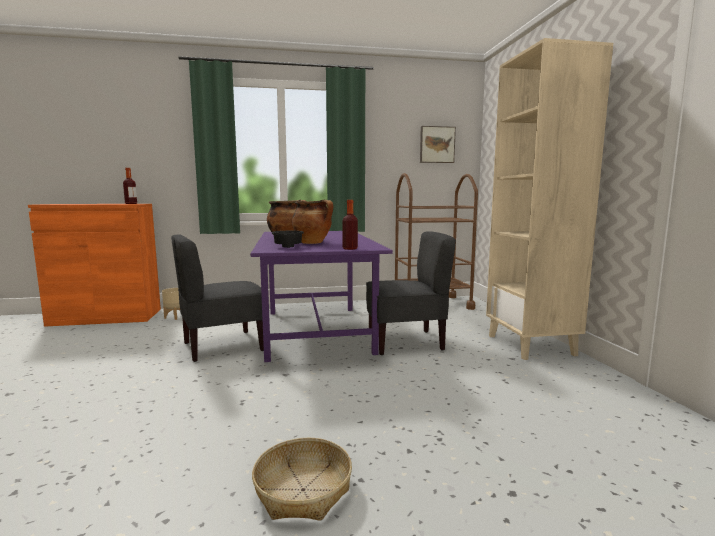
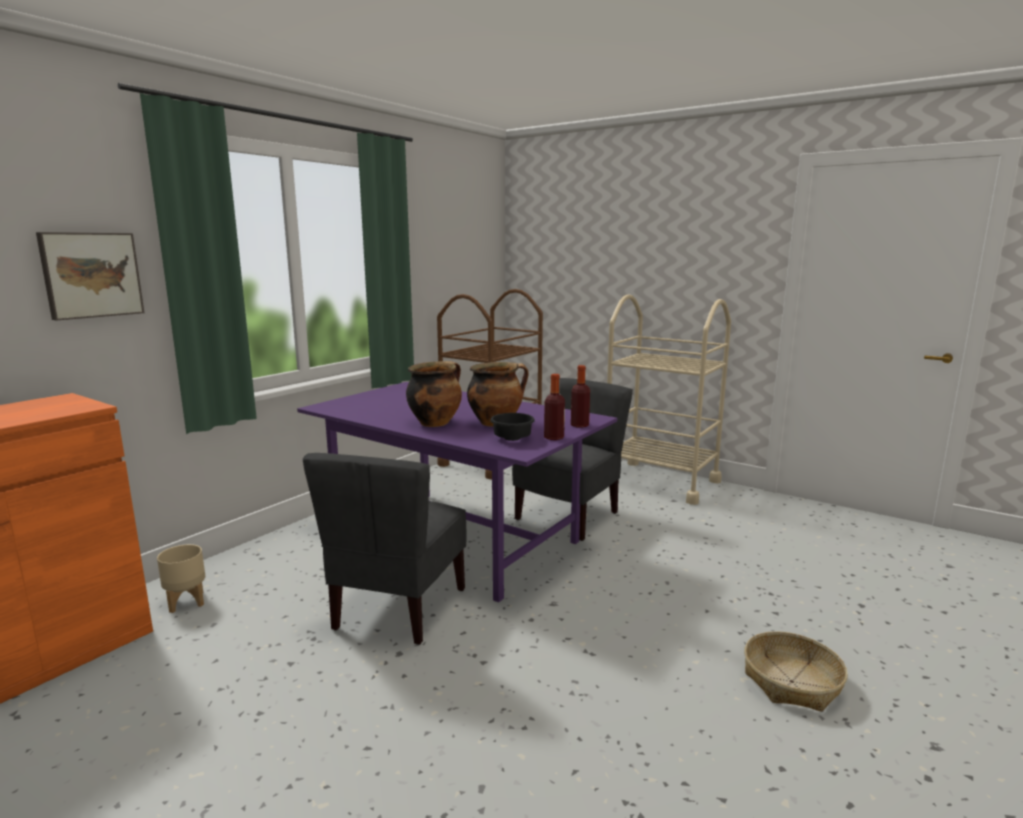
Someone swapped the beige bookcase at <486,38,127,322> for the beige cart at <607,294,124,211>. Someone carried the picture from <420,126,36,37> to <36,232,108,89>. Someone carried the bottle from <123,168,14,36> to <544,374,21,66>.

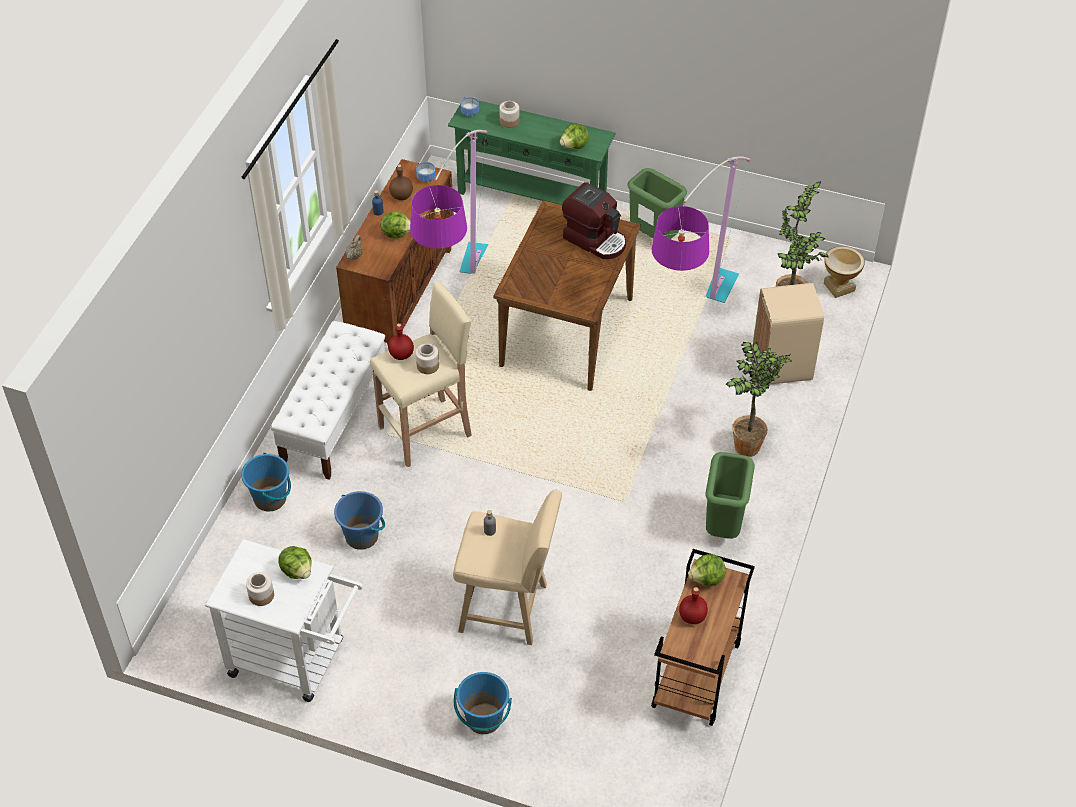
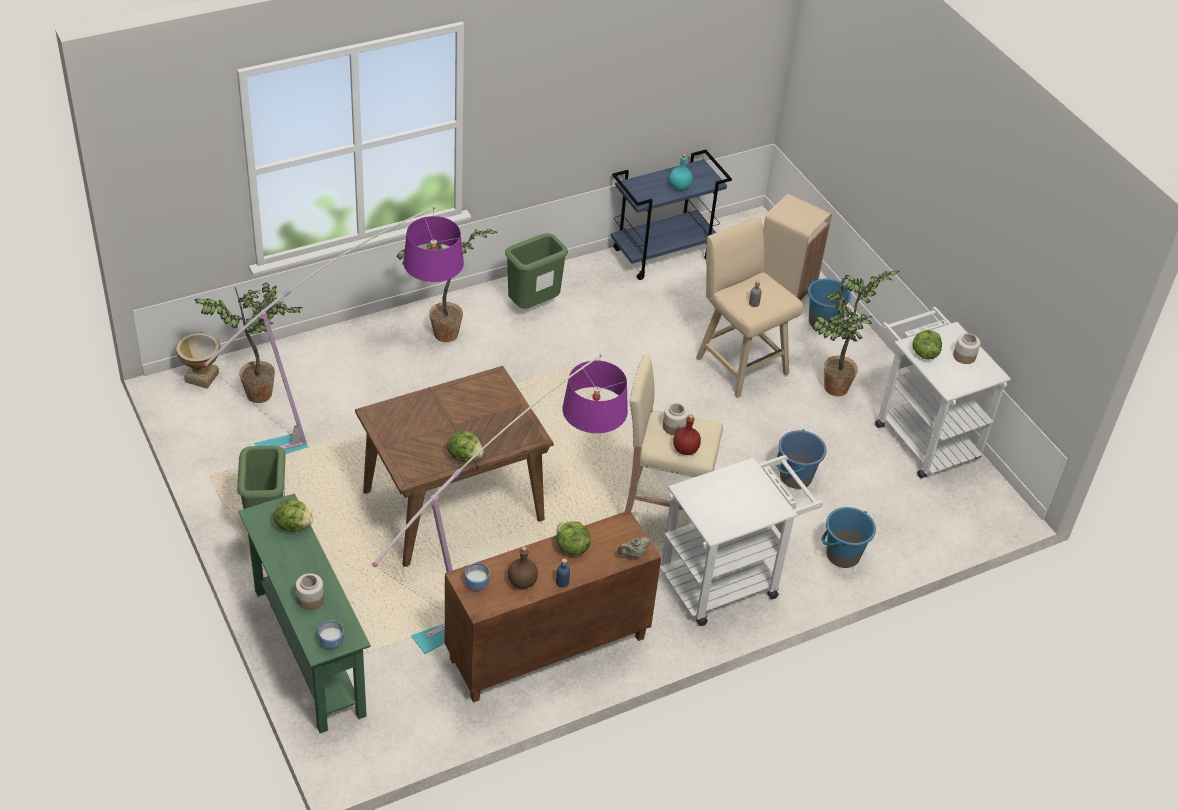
Someone took away the coffee machine at <562,182,64,77>. Someone carried the beige trash can from <752,283,72,102> to <763,194,69,107>. Someone swapped the white bench at <270,321,115,159> for the white cart at <660,455,163,171>. Someone repainted the brown cart at <651,549,104,177>, which became the blue cart at <610,150,122,130>. Someone carried the lettuce from <688,554,38,32> to <447,431,37,31>. Someone repainted the red bottle at <679,587,29,37>, which became the turquoise bottle at <669,154,24,37>. Someone put down the potted plant at <813,271,87,125>.

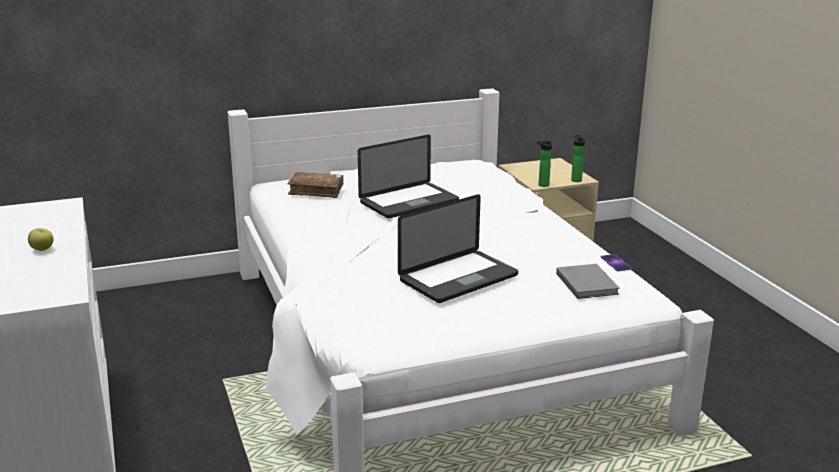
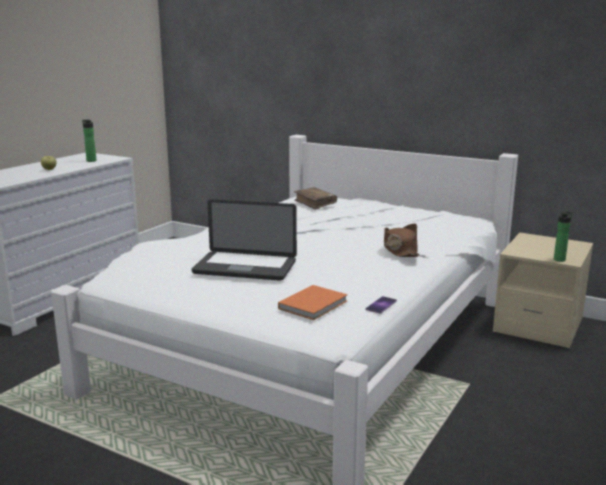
Someone took away the laptop at <358,135,101,83>. Someone carried the bottle from <537,140,16,47> to <82,120,14,42>. Someone repainted the grey book at <556,264,64,35>, which became the orange book at <278,285,70,35>. Someone put down the brown hat at <384,223,36,34>.

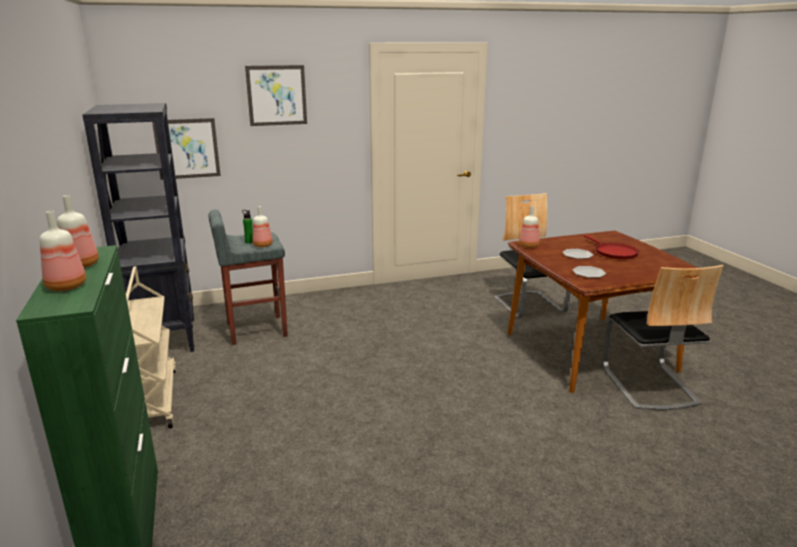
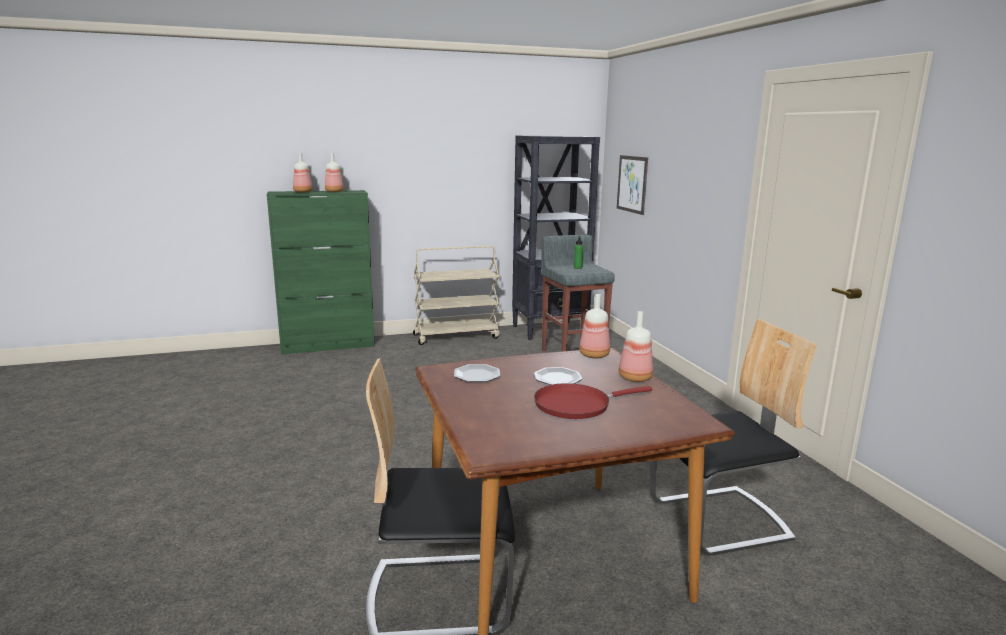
Someone took away the picture at <245,65,62,61>. Someone carried the bottle from <252,206,21,41> to <619,311,34,71>.

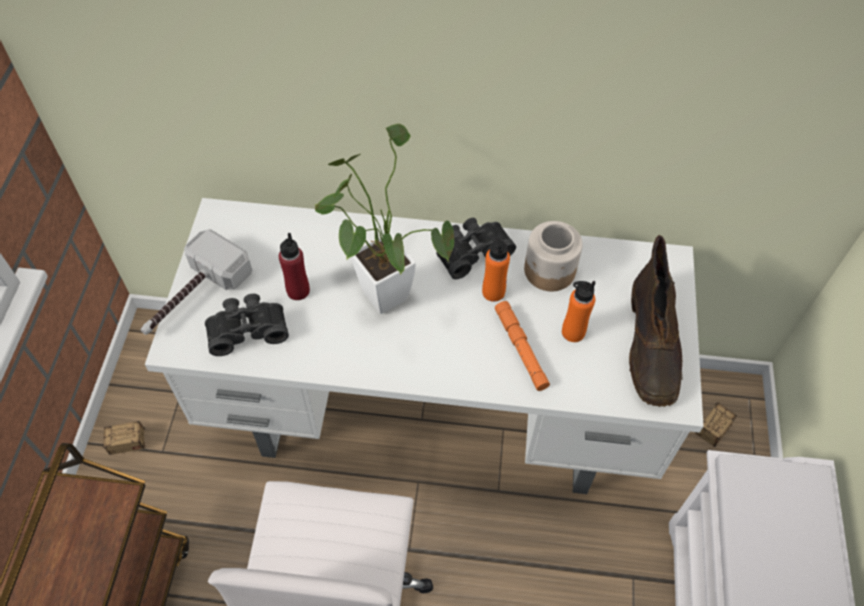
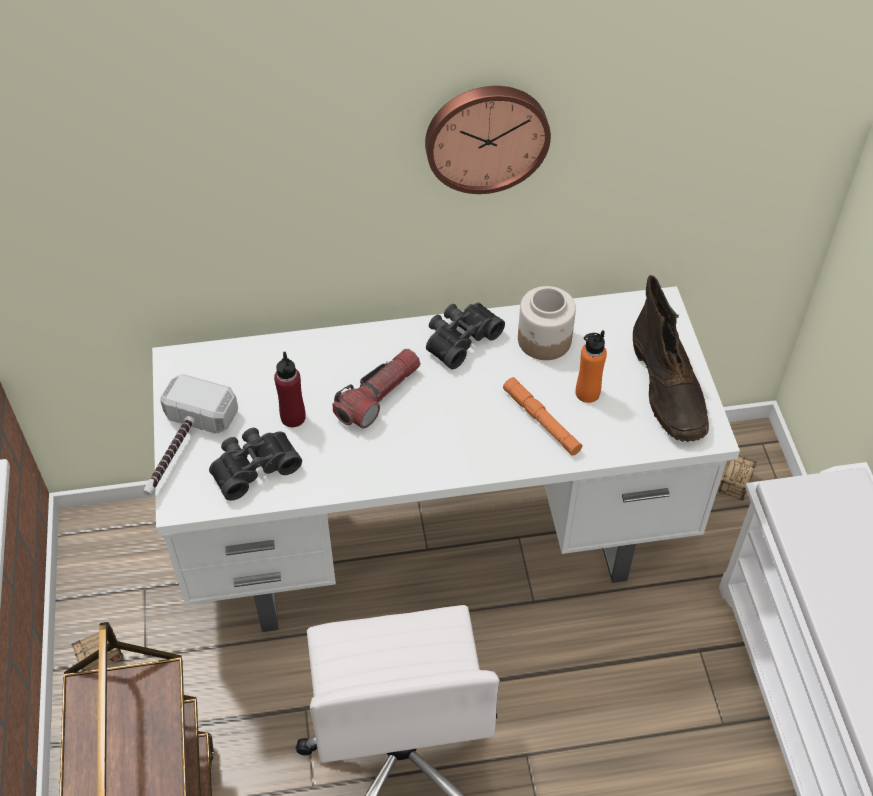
Someone swapped the potted plant at <315,124,139,190> for the flashlight at <333,349,87,79>. Someone took away the orange bottle at <482,231,28,71>. Someone put up the wall clock at <425,86,126,108>.

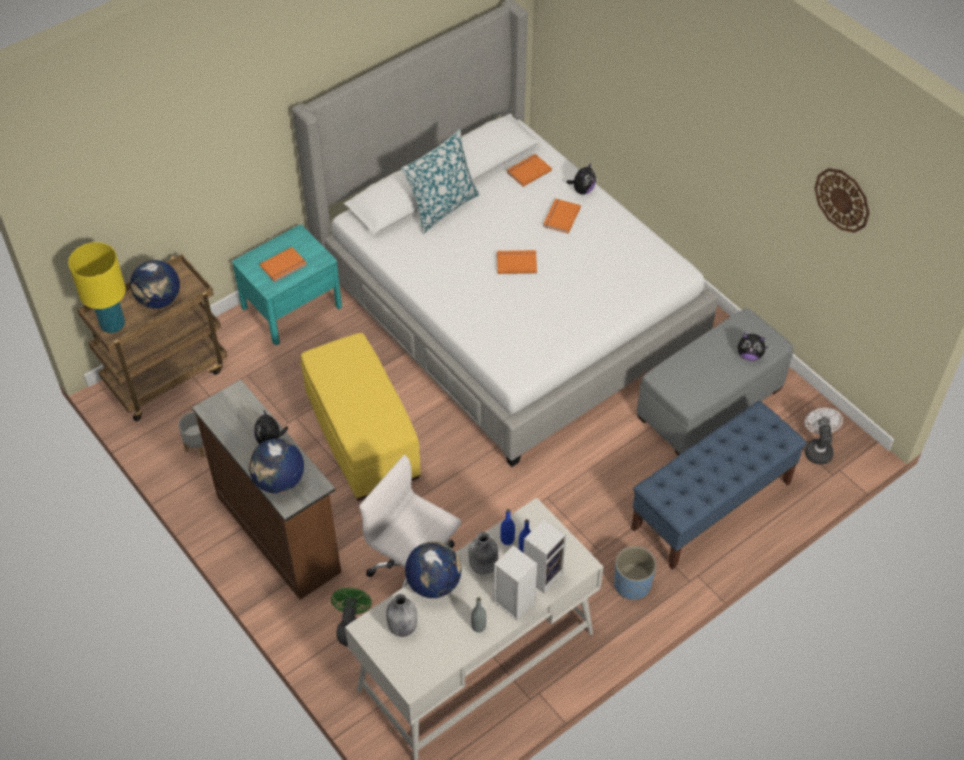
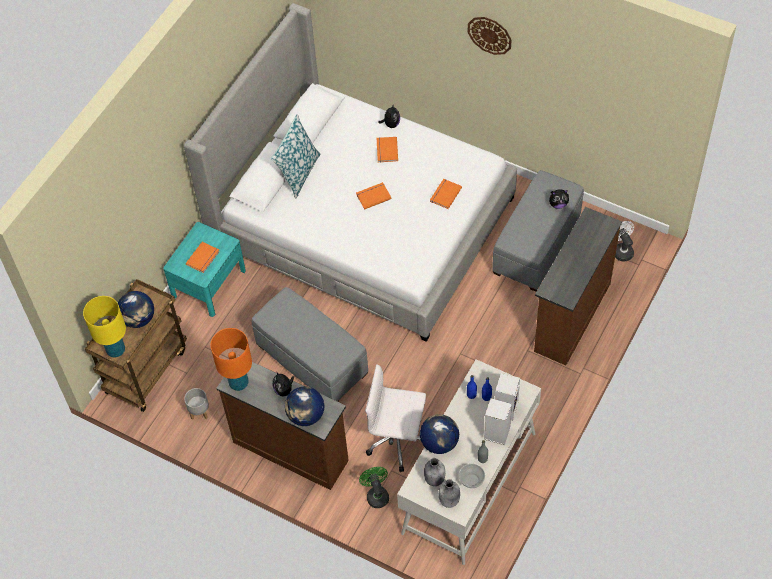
Someone carried the orange book from <507,154,45,33> to <430,179,32,30>. Someone carried the wall clock from <814,168,56,65> to <468,17,44,38>. Someone repainted the yellow ottoman at <301,333,120,168>, which became the grey ottoman at <252,287,116,115>. Someone swapped the blue bench at <631,401,176,169> for the brown dresser at <534,207,88,159>. Someone carried the grey bottle from <468,532,30,43> to <438,479,22,29>. Someone took away the blue planter at <614,546,42,54>. Someone put down the orange table lamp at <210,328,42,63>. Someone put down the bowl at <459,464,26,24>.

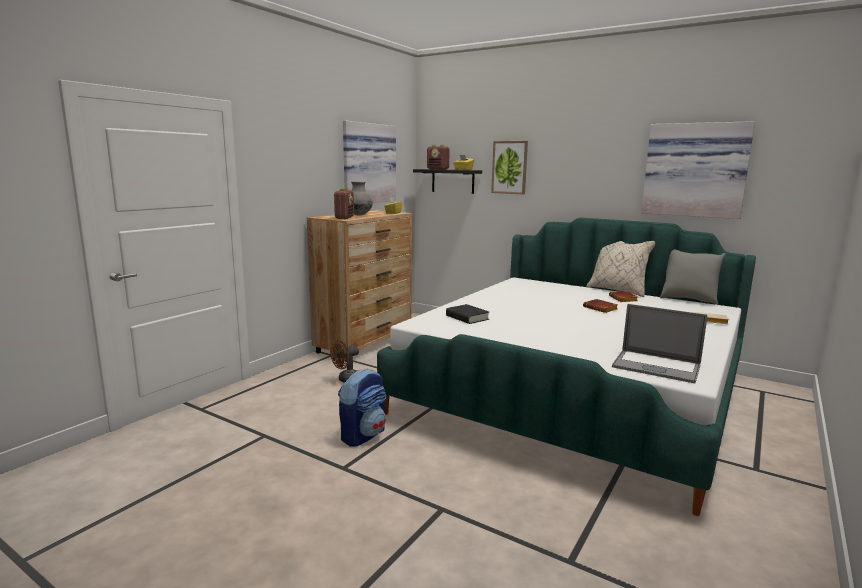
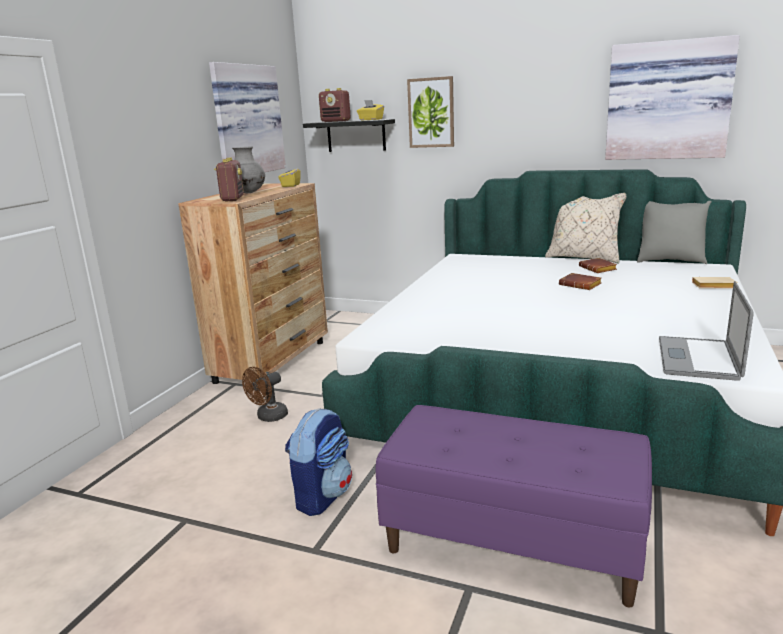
Someone took away the black book at <446,304,43,20>. Someone rotated the laptop at <612,304,95,79> by 90 degrees clockwise. Someone put down the purple bench at <376,405,276,203>.

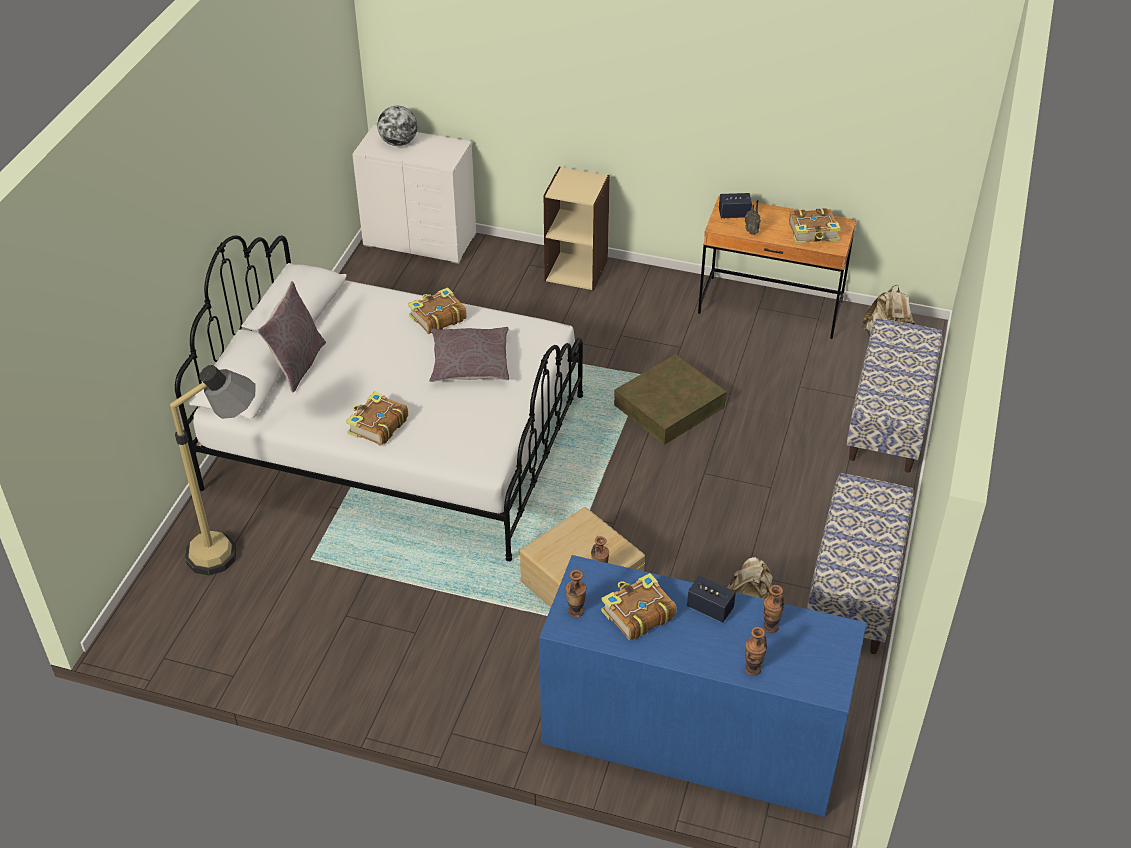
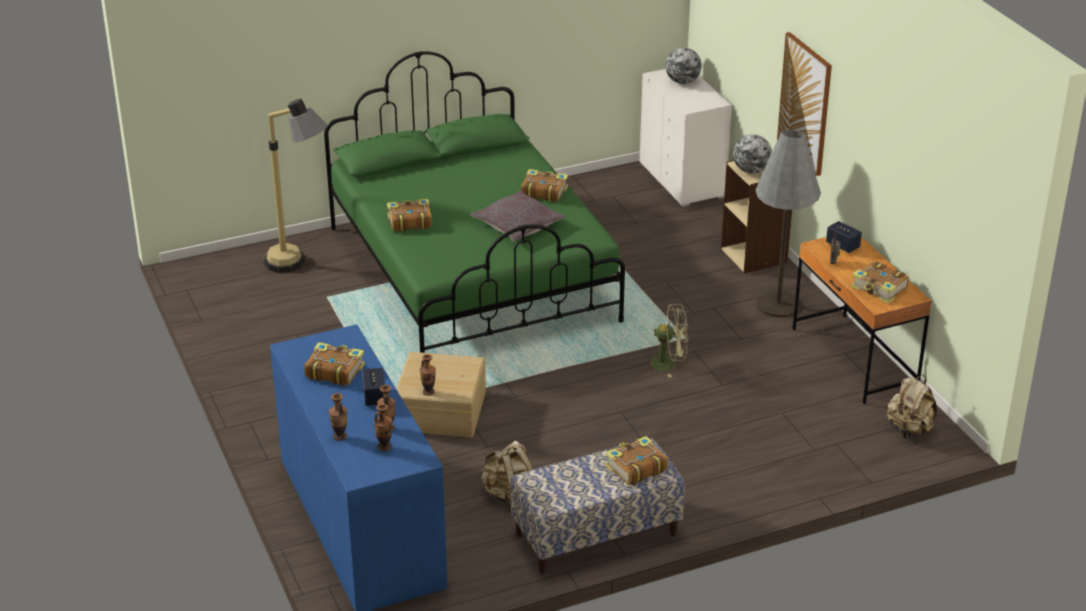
Someone repainted the white bed at <175,235,408,327>, which became the green bed at <324,51,301,302>. Someone took away the grey pillow at <257,281,69,112>. Someone took away the bench at <846,318,97,155>. Someone swapped the brown storage box at <614,354,113,91> for the green fan at <644,304,45,74>. Someone carried the vase from <566,570,20,48> to <374,404,18,47>. Someone put up the picture at <777,32,55,144>. Someone put down the grey floor lamp at <756,130,65,188>. Someone put down the globe at <733,134,39,40>. Someone put down the book at <605,436,63,49>.

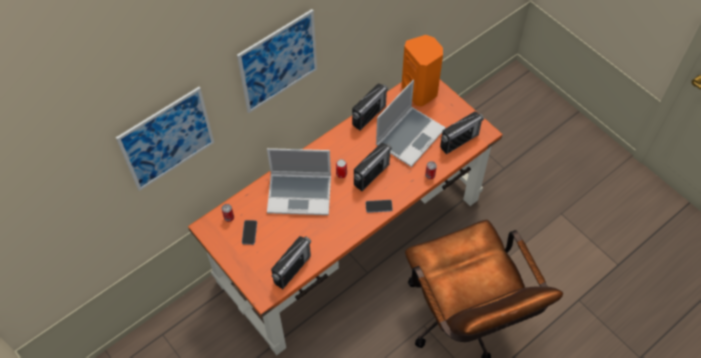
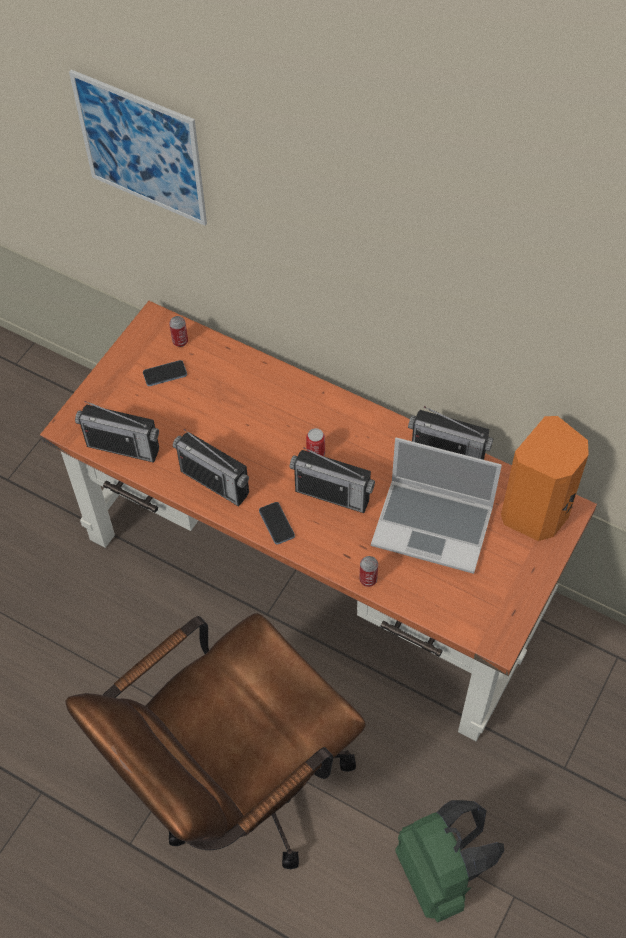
Someone took away the picture at <237,9,80,104>. Someone carried the radio from <440,111,44,43> to <173,429,76,78>. Someone took away the laptop at <267,148,64,67>. Someone put down the green backpack at <395,800,109,123>.

